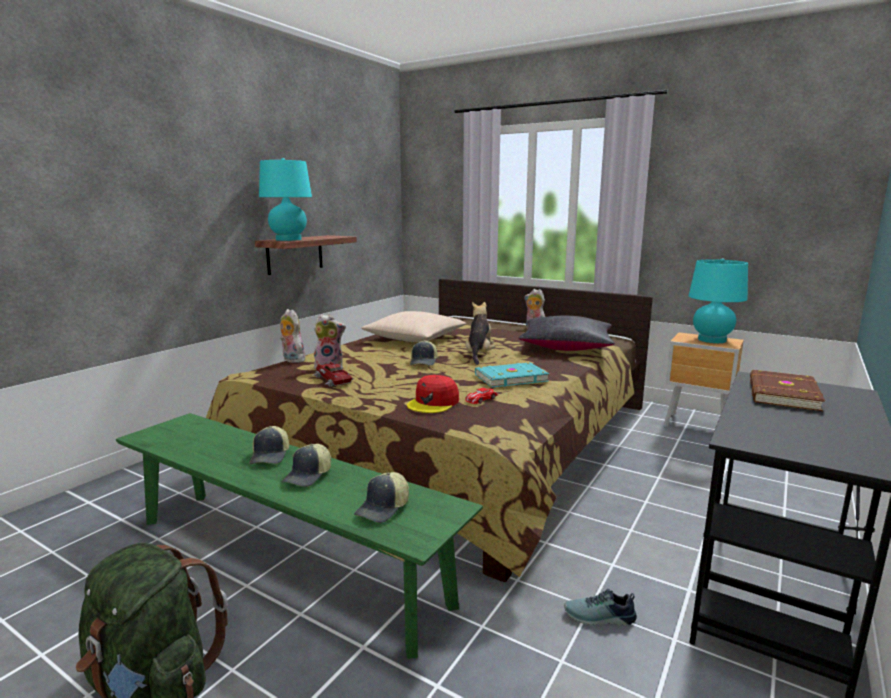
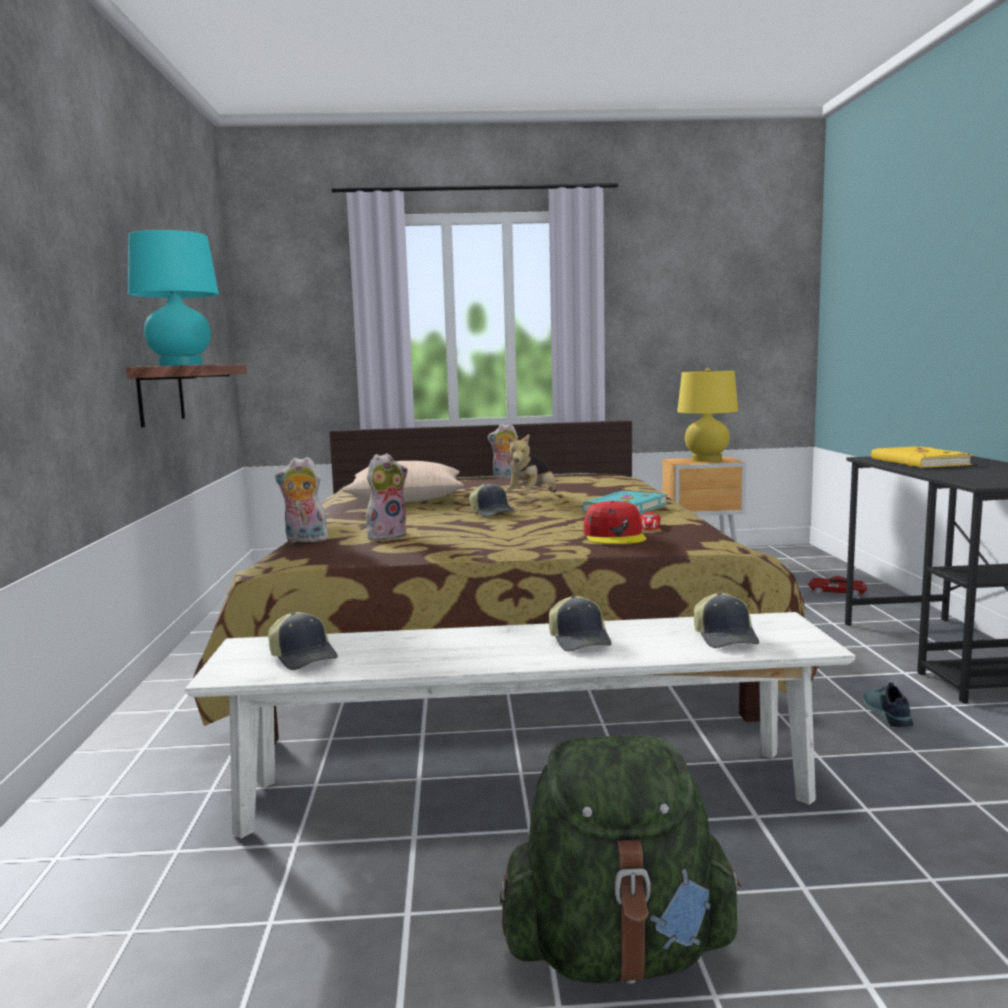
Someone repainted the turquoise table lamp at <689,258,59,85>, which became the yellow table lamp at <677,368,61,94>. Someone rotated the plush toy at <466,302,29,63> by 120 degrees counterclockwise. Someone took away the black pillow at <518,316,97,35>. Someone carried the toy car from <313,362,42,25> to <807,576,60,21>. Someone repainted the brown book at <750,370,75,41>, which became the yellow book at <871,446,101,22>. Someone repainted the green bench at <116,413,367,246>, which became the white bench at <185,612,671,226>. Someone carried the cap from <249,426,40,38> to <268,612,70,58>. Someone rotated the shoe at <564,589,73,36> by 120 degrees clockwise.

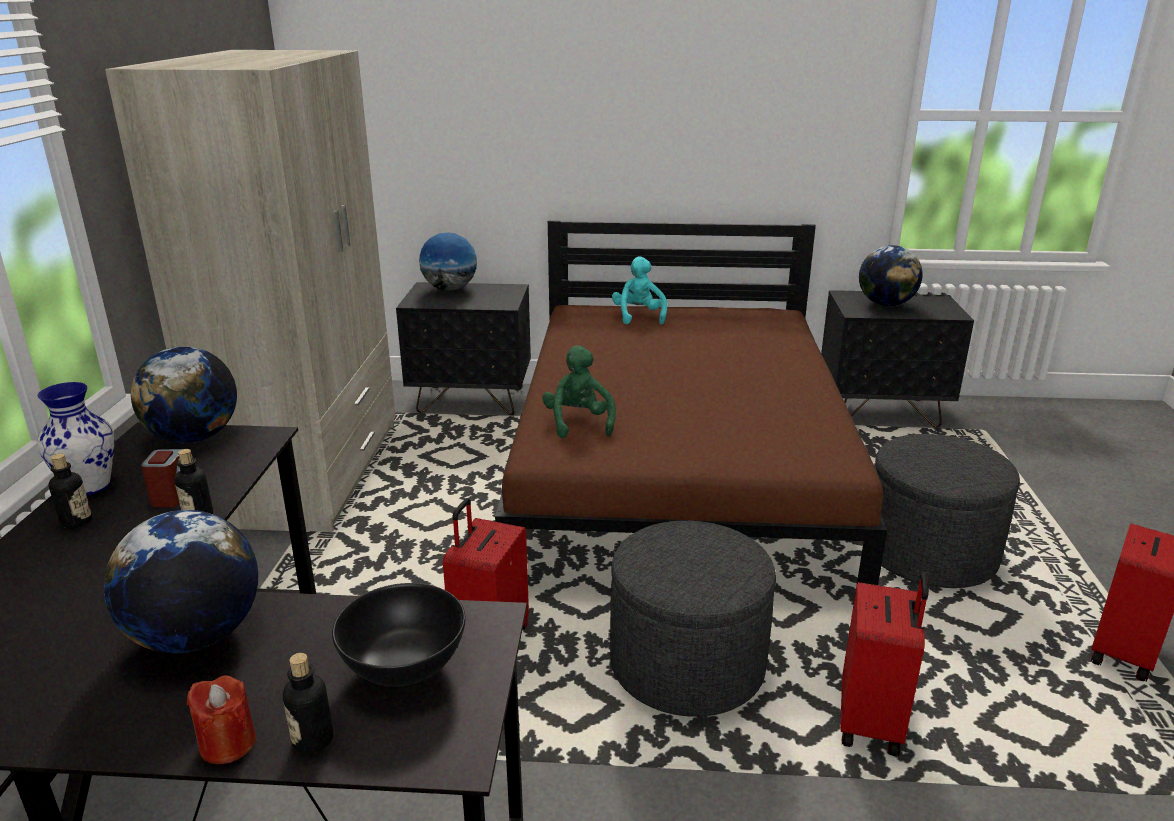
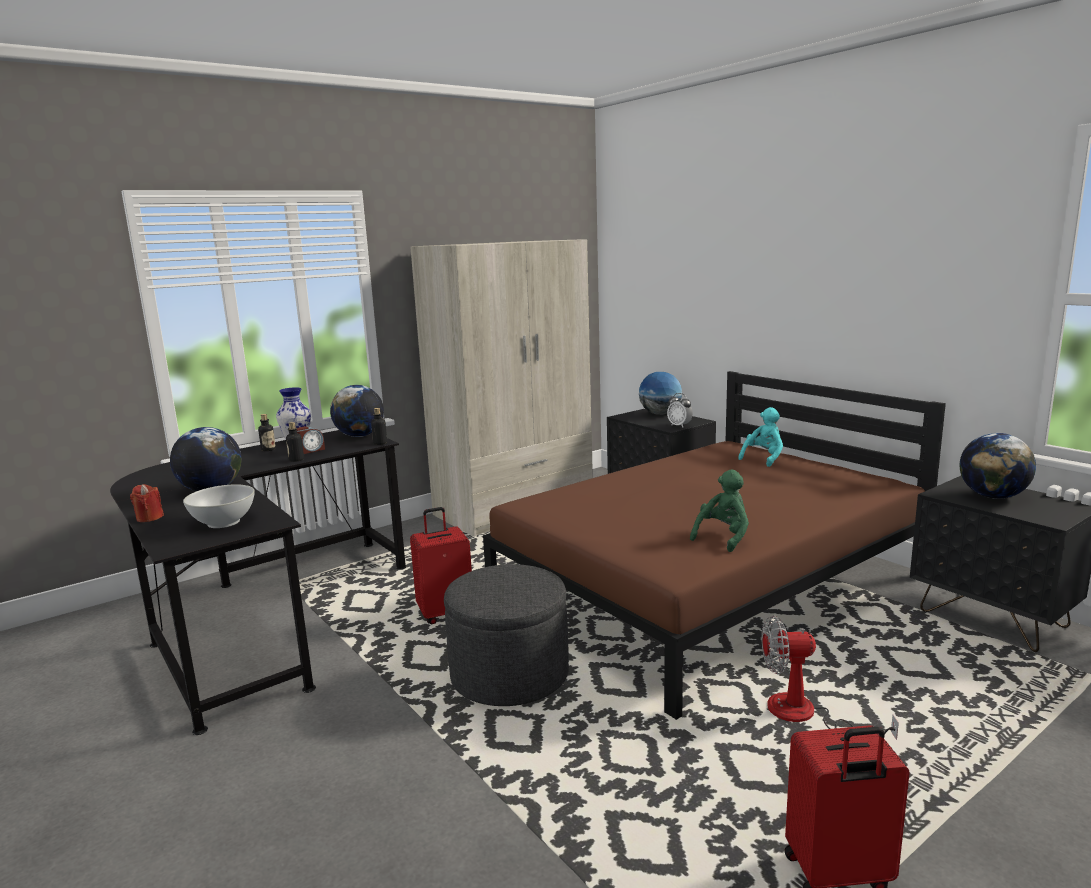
Someone carried the green plush toy from <542,345,74,93> to <690,469,59,83>. Someone swapped the grey ottoman at <875,434,145,154> for the fan at <761,616,138,124>. Someone took away the red suitcase at <840,572,89,184>. Someone repainted the black bowl at <332,583,134,105>, which became the white bowl at <183,484,72,44>. Someone carried the bottle from <283,653,50,101> to <371,408,16,37>. Someone put down the alarm clock at <667,393,26,34>.

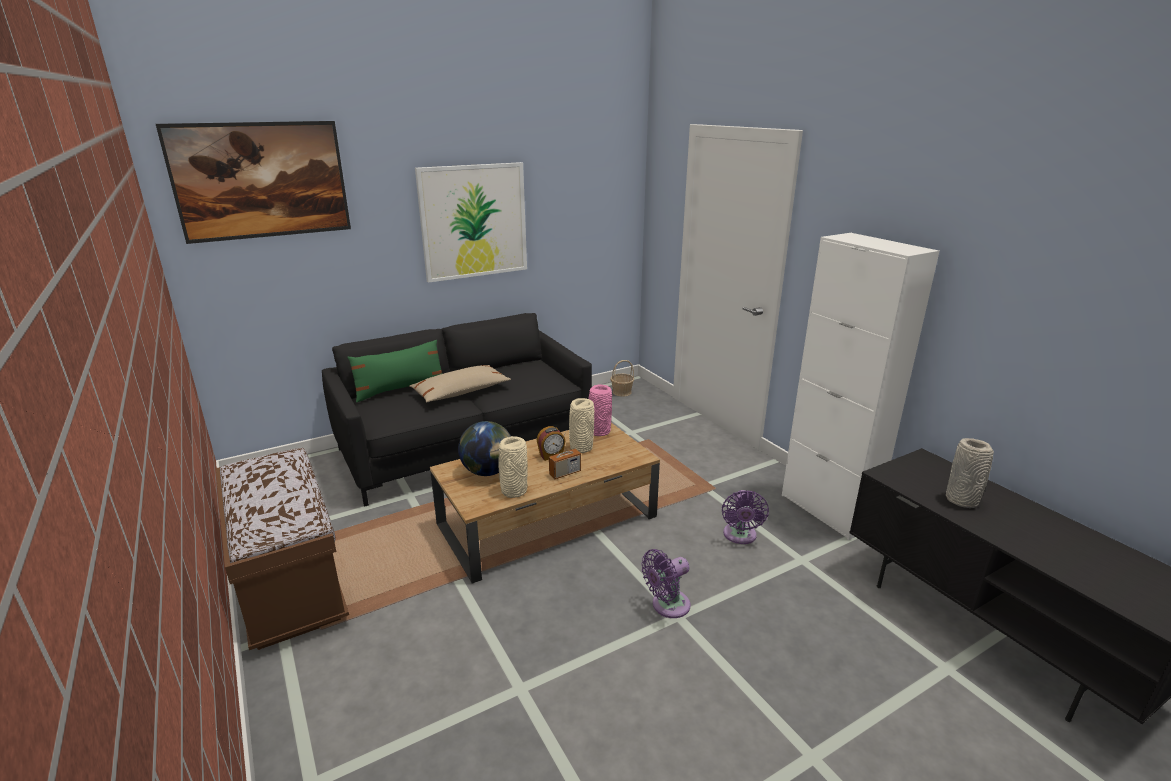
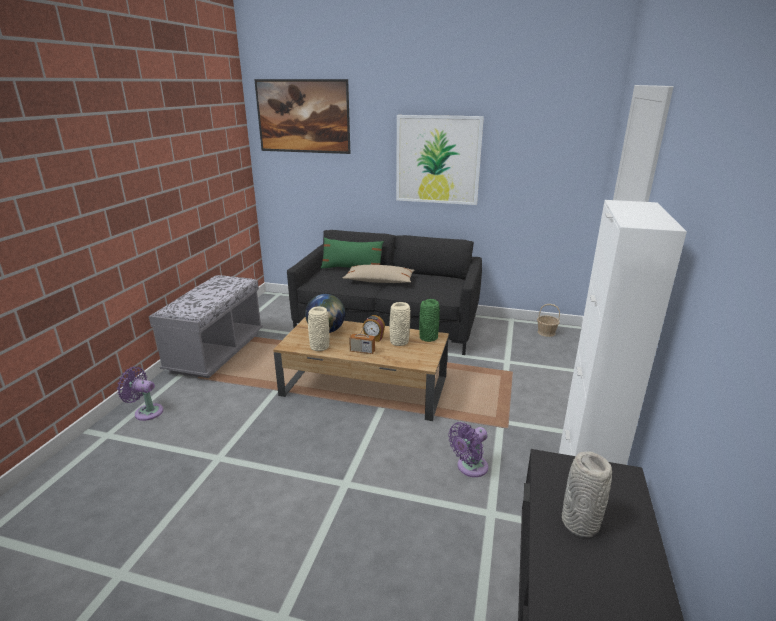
Someone repainted the pink vase at <588,384,24,52>, which became the green vase at <419,299,21,43>. Someone repainted the brown bench at <216,448,133,202>, which became the grey bench at <149,275,114,103>. Someone carried the purple fan from <641,549,50,69> to <117,367,47,54>.

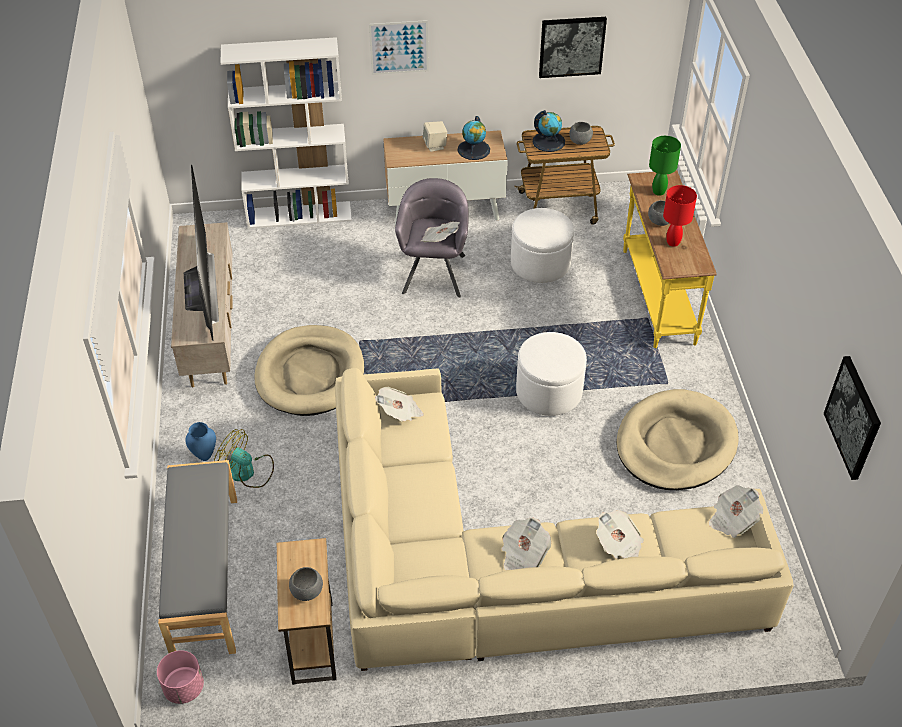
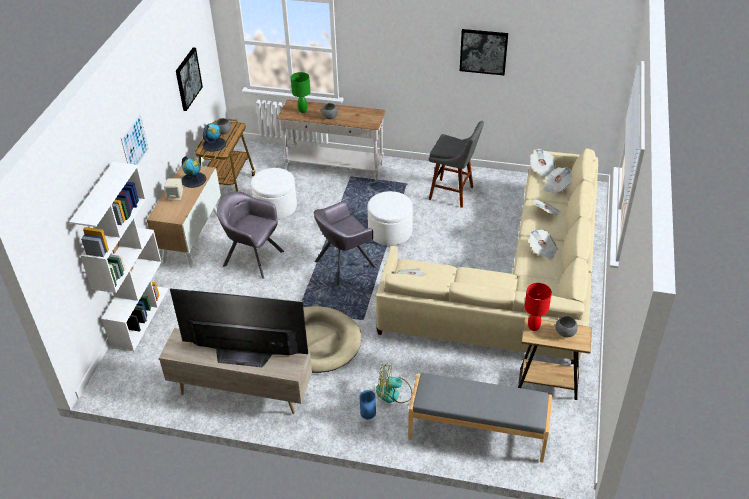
Someone repainted the yellow console table at <623,170,94,178>, which became the white console table at <277,99,109,82>. Someone carried the red table lamp from <663,185,34,62> to <524,283,28,48>. Someone carried the newspaper from <420,221,40,21> to <543,167,29,28>. Someone carried the picture from <824,356,57,124> to <460,29,48,46>. Someone swapped the beige dog bed at <616,389,123,101> for the grey stool at <429,121,55,87>. Someone rotated the fan at <214,429,60,59> by 45 degrees clockwise. Someone took away the pink planter at <157,650,47,54>. Someone put down the grey armchair at <314,202,63,84>.

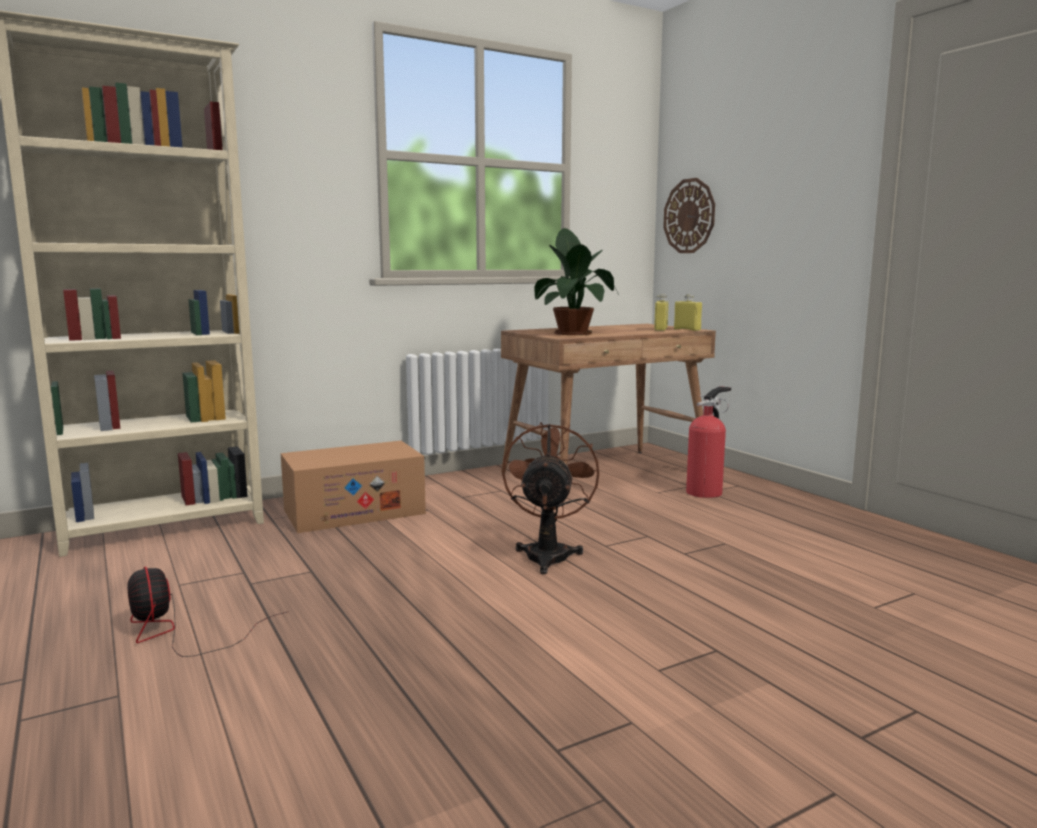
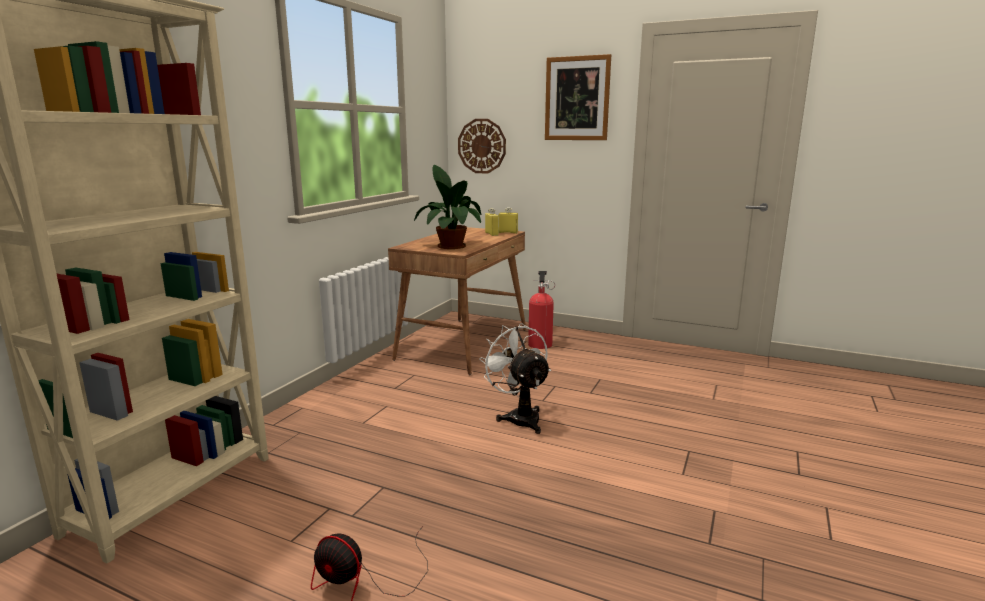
Someone repainted the brown fan at <502,422,97,152>, which became the white fan at <479,323,72,111>. Someone took away the cardboard box at <281,441,145,92>. Someone put up the picture at <545,54,66,86>.

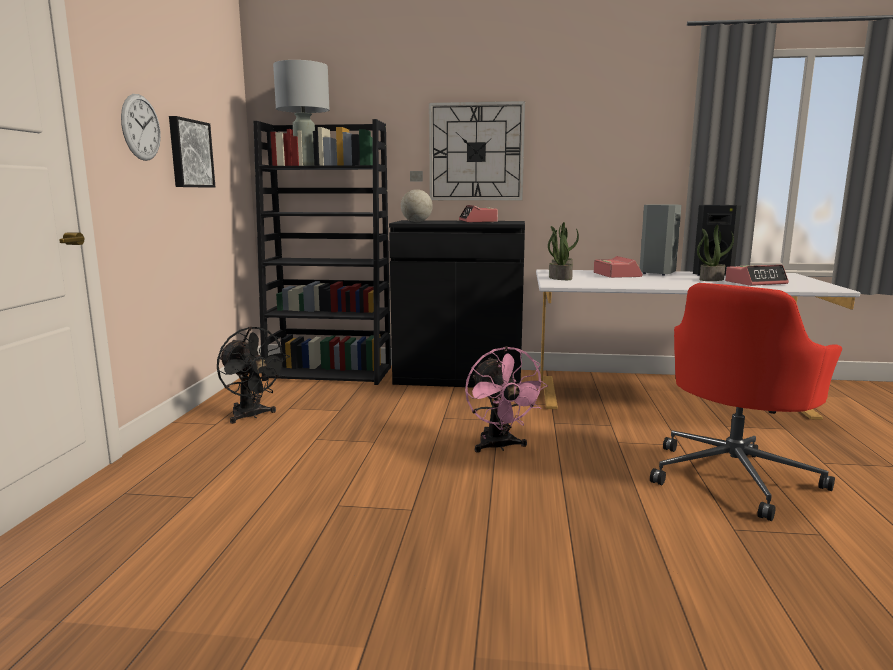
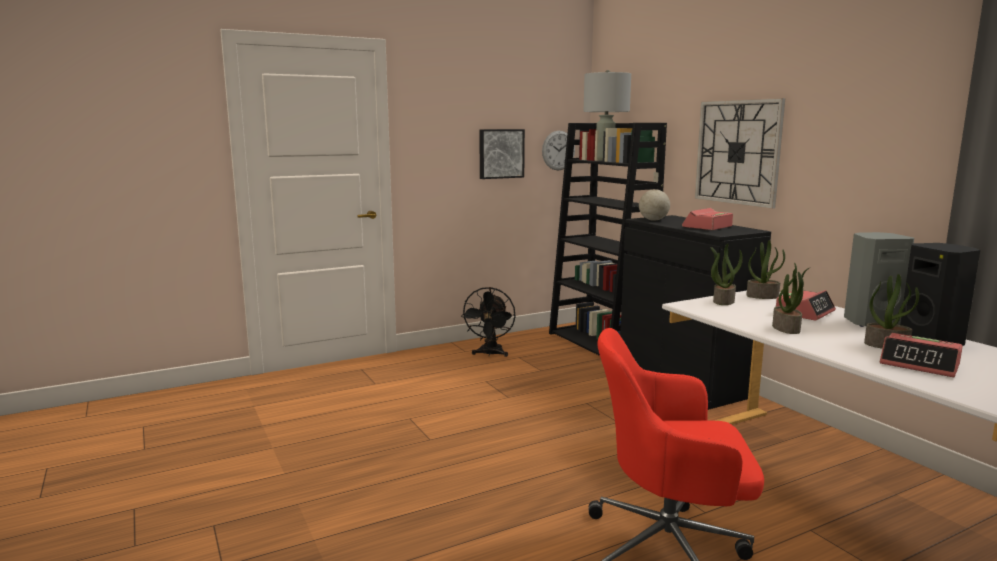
Someone carried the wall clock from <121,94,40,67> to <542,131,33,39>. Someone took away the pink fan at <465,346,83,106>. Someone put down the potted plant at <772,263,37,71>.

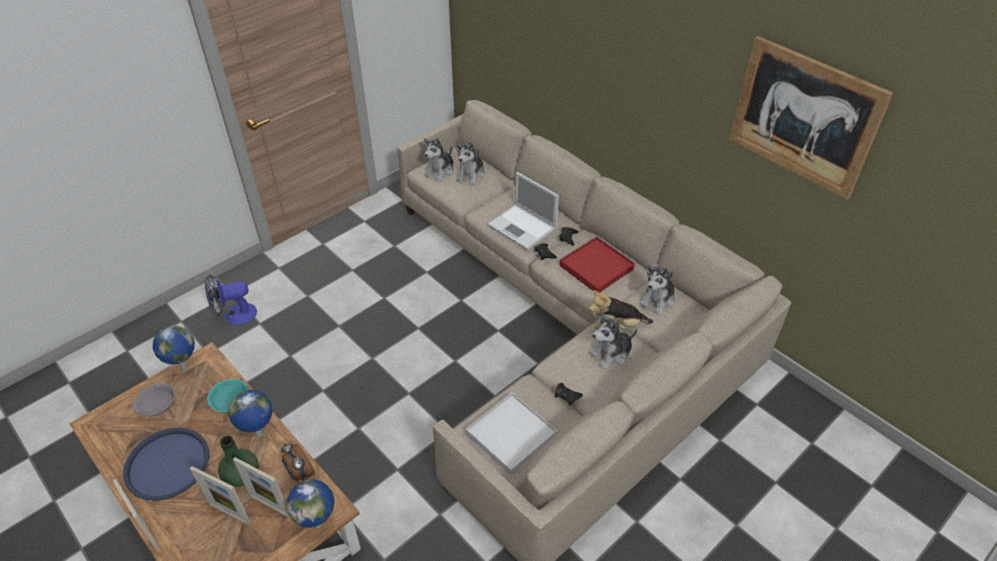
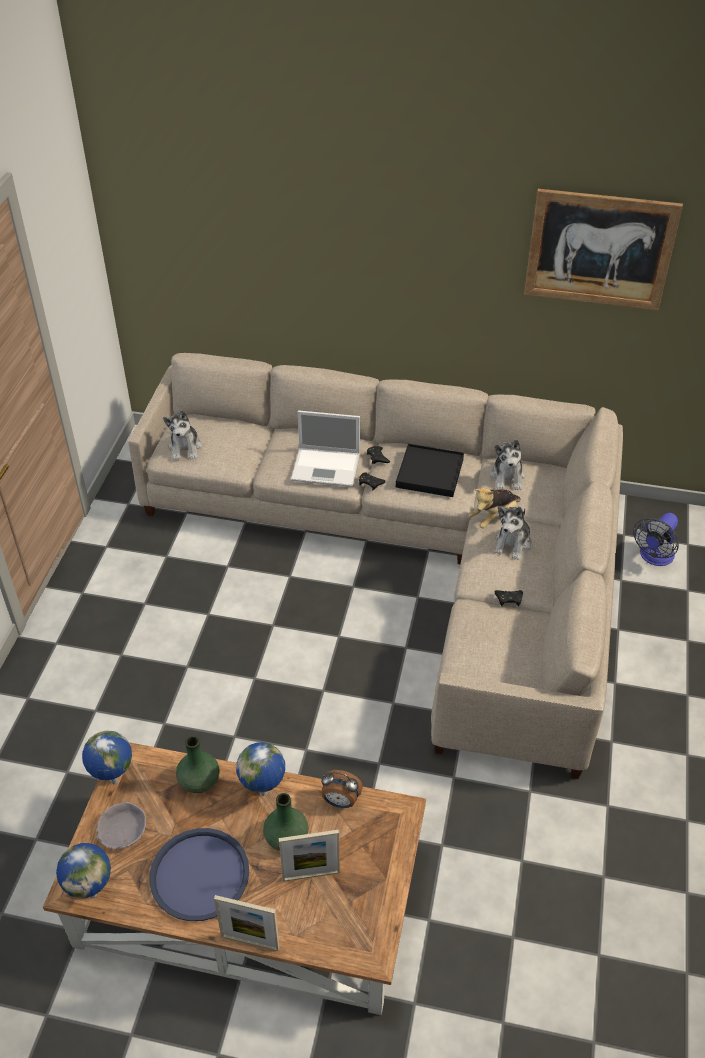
Someone took away the plush toy at <455,142,30,43>. Someone repainted the red tray at <560,237,75,55>, which became the black tray at <396,444,68,53>. Someone carried the fan from <205,274,52,51> to <633,513,46,53>. Someone swapped the turquoise bowl at <207,379,42,34> for the green vase at <176,736,44,57>. Someone took away the white tray at <466,393,91,82>. Someone took away the picture frame at <233,457,56,60>. Someone carried the globe from <287,479,47,49> to <56,843,55,55>.

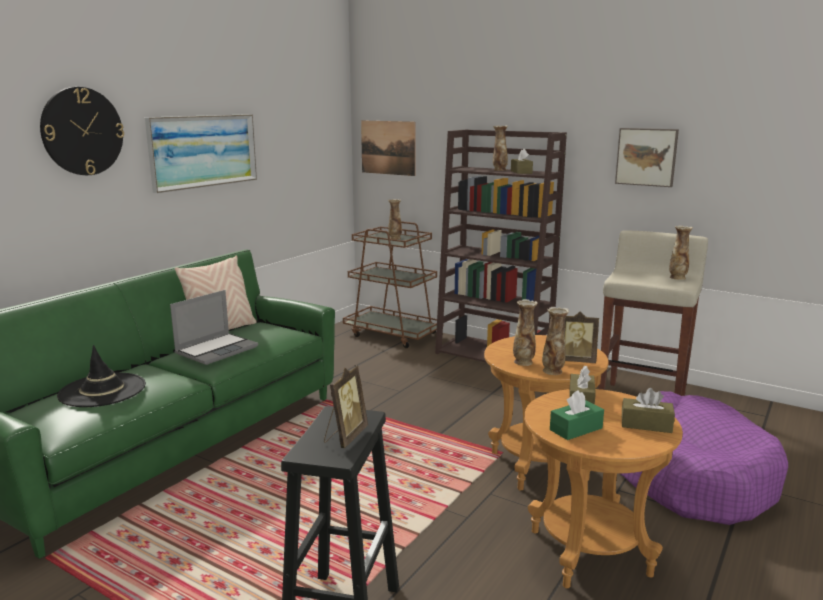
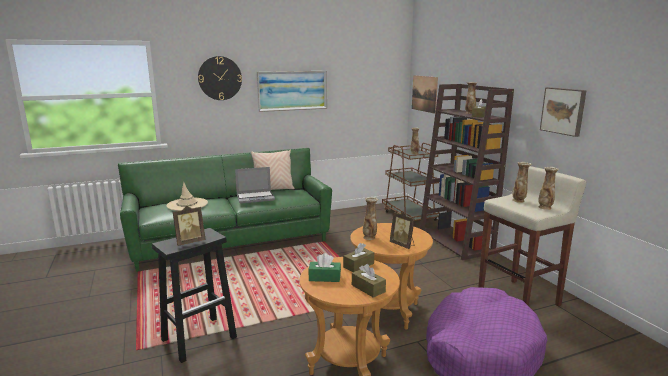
Someone carried the vase from <542,307,27,68> to <512,162,19,41>. Someone repainted the black hat at <57,345,89,62>, which became the beige hat at <166,182,42,29>.

